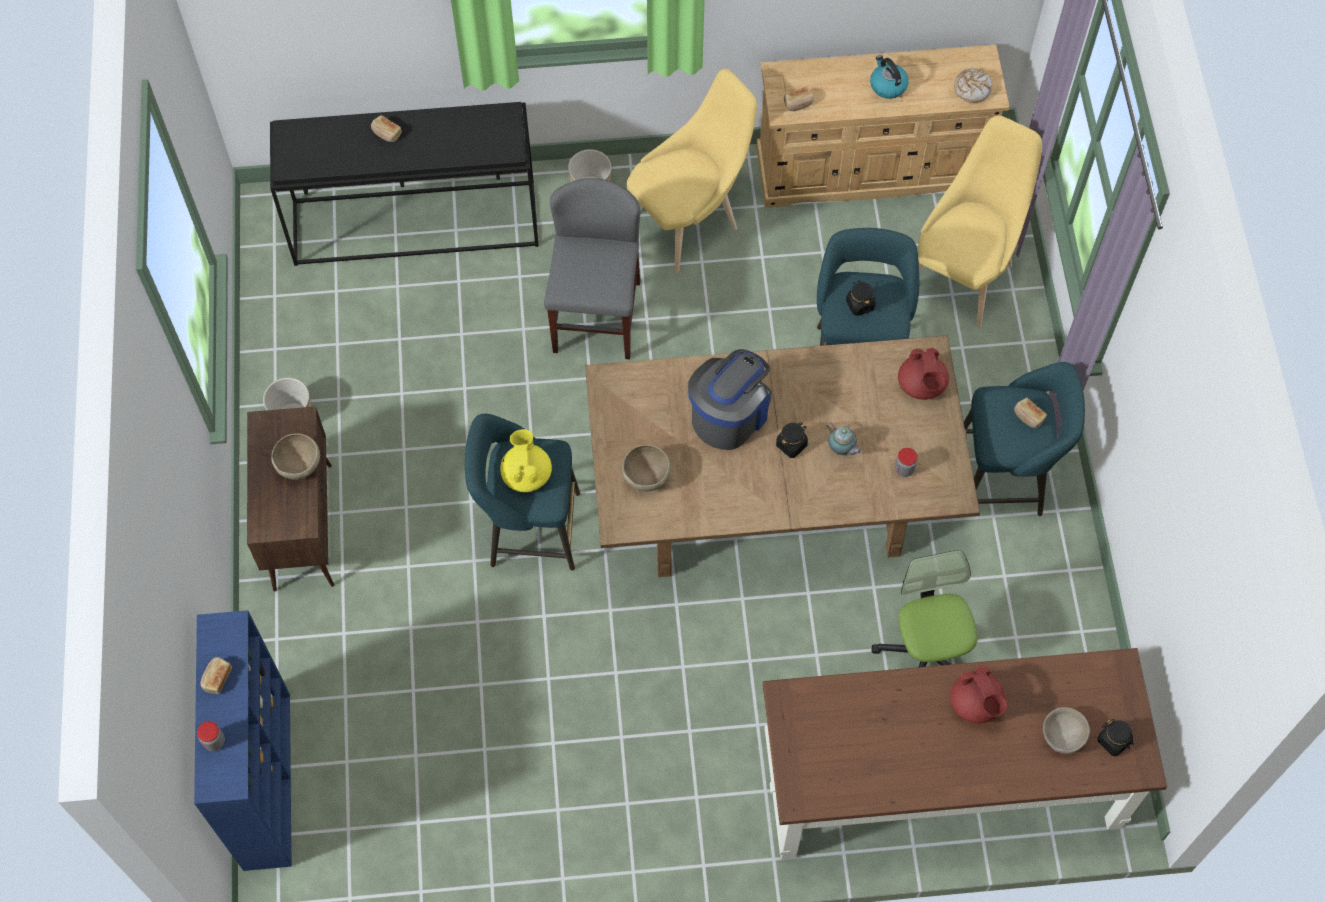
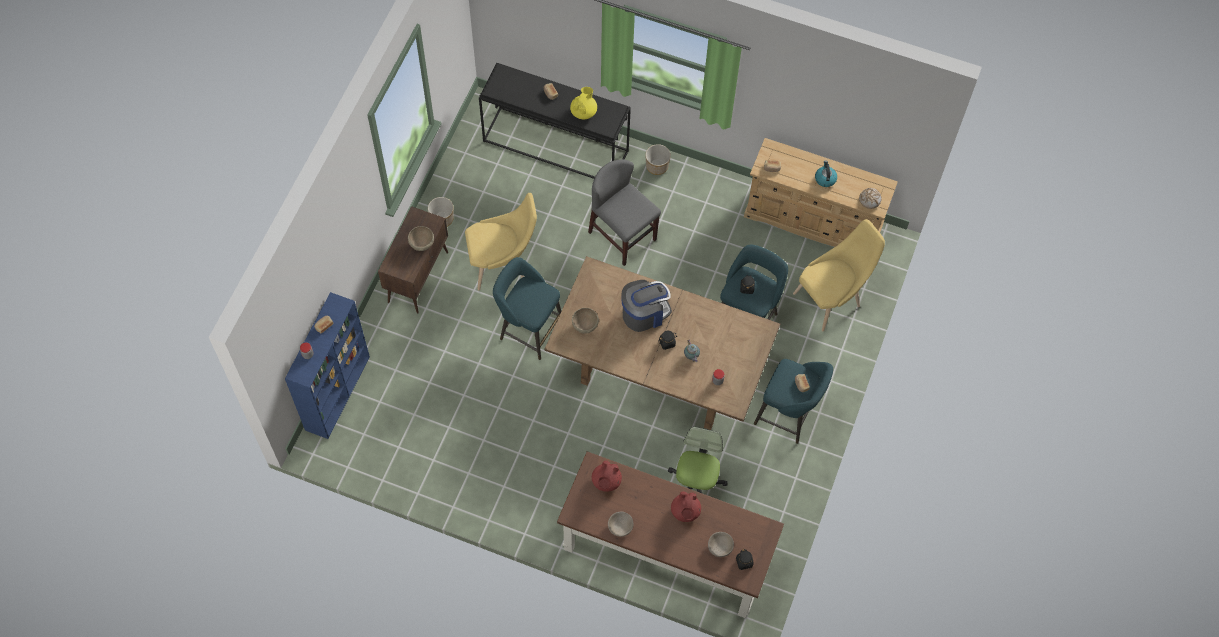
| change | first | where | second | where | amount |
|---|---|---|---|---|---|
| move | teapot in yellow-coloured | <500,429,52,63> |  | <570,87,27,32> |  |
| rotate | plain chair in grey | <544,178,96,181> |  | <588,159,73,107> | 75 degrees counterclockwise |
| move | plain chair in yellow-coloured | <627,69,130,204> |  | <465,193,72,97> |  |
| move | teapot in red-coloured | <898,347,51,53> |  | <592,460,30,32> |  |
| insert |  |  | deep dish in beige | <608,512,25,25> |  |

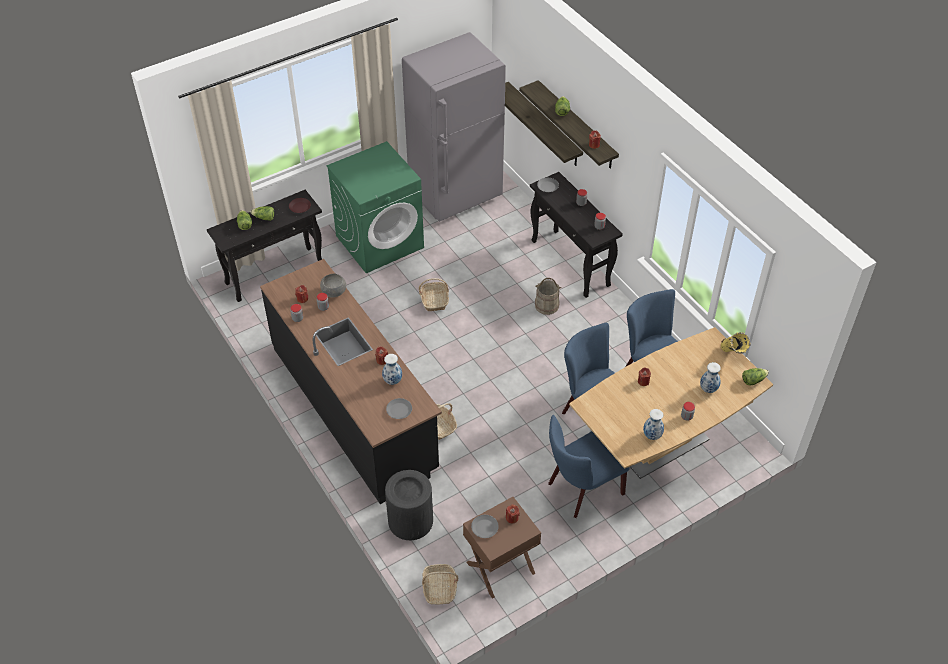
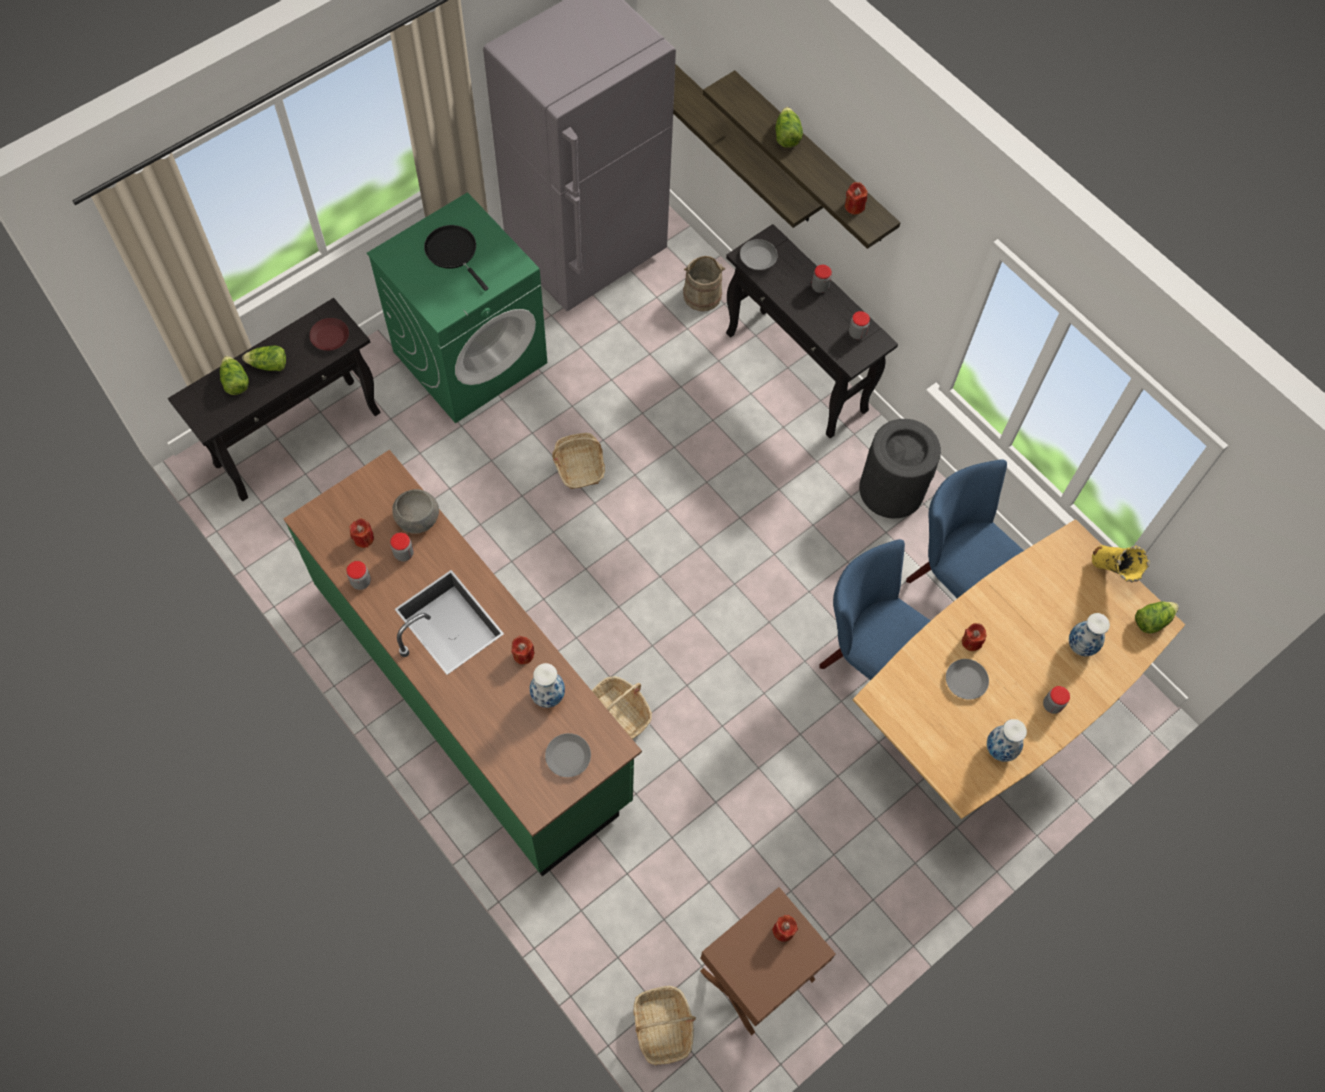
| change | first | where | second | where | amount |
|---|---|---|---|---|---|
| recolor | kitchen base unit in black | <260,259,182,245> | kitchen base unit in green | <284,450,358,426> |  |
| move | waste bin in black | <385,470,48,70> |  | <859,419,82,100> |  |
| move | dinner plate in grey | <471,515,28,23> |  | <946,659,43,41> |  |
| move | bucket in beige | <535,278,26,37> |  | <683,256,43,55> |  |
| delete | plain chair in blue-coloured | <548,415,82,103> |  |  |  |
| insert |  |  | frying pan in black | <424,225,65,66> |  |

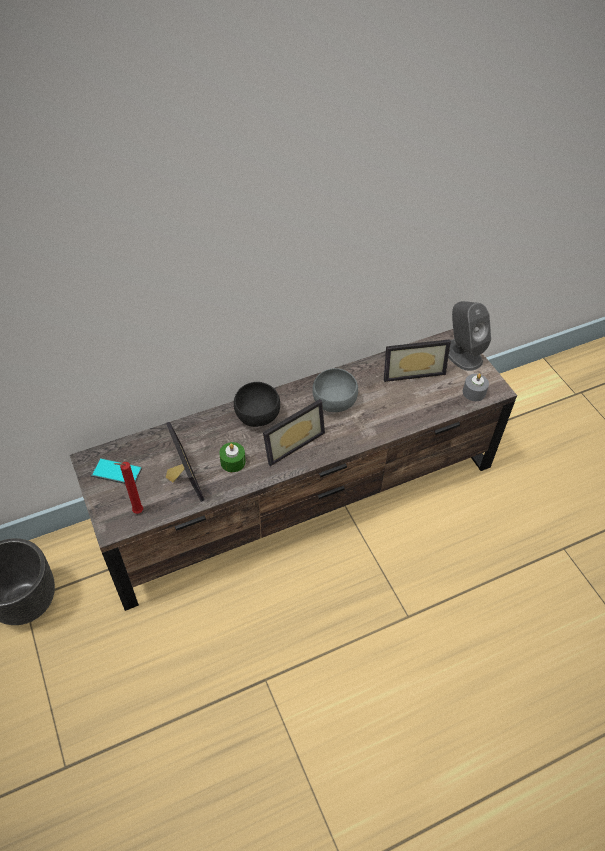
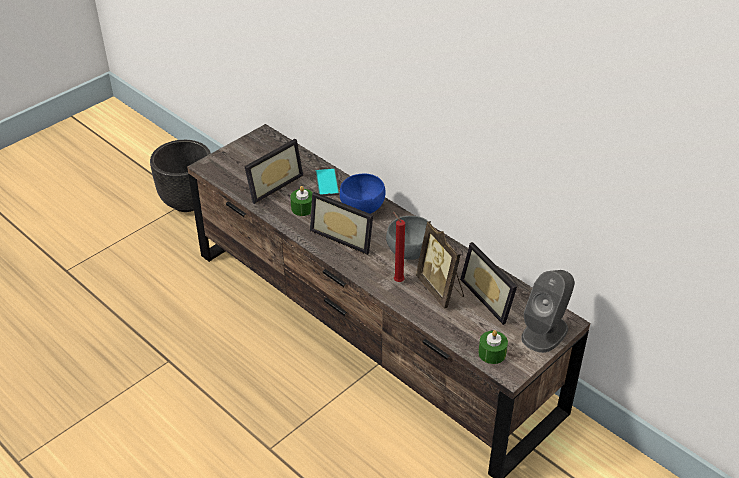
| change | first | where | second | where | amount |
|---|---|---|---|---|---|
| move | telephone | <91,458,51,26> |  | <315,168,24,28> |  |
| move | wax candle in red-coloured | <114,462,29,52> |  | <393,212,12,70> |  |
| recolor | deep dish in black | <234,382,46,45> | deep dish in blue-coloured | <340,174,46,40> |  |
| recolor | wax candle in grey | <463,373,26,28> | wax candle in green | <478,330,30,34> |  |
| insert |  |  | standing frame | <416,221,48,88> |  |

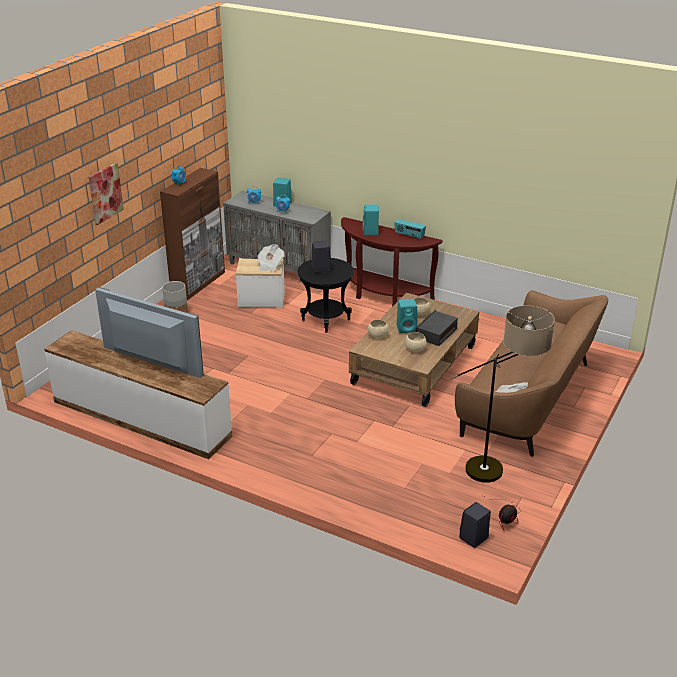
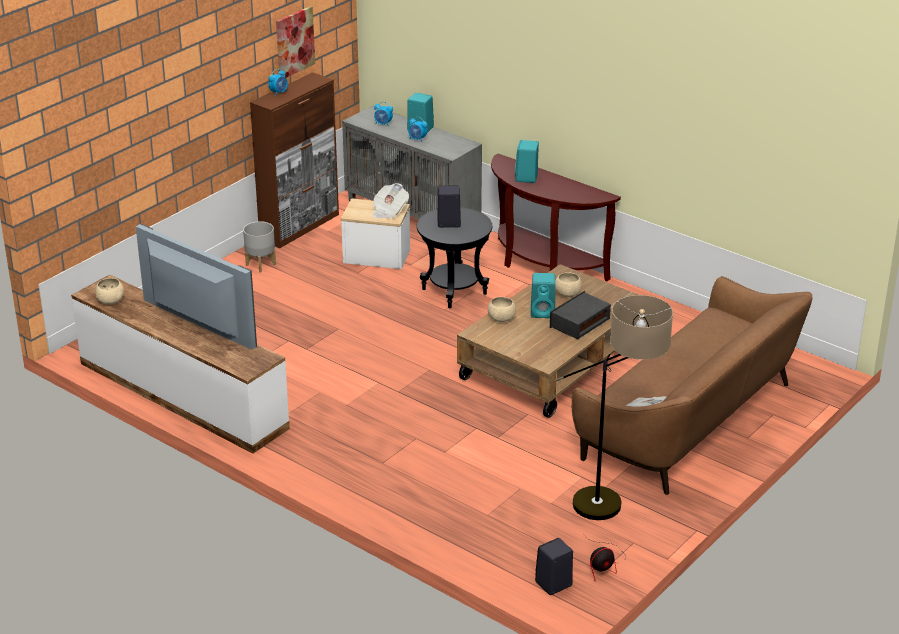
| change | first | where | second | where | amount |
|---|---|---|---|---|---|
| move | picture | <89,163,35,62> |  | <276,6,39,72> |  |
| delete | radio receiver | <394,219,32,21> |  |  |  |
| move | deep dish in beige | <405,332,22,20> |  | <95,278,29,27> |  |

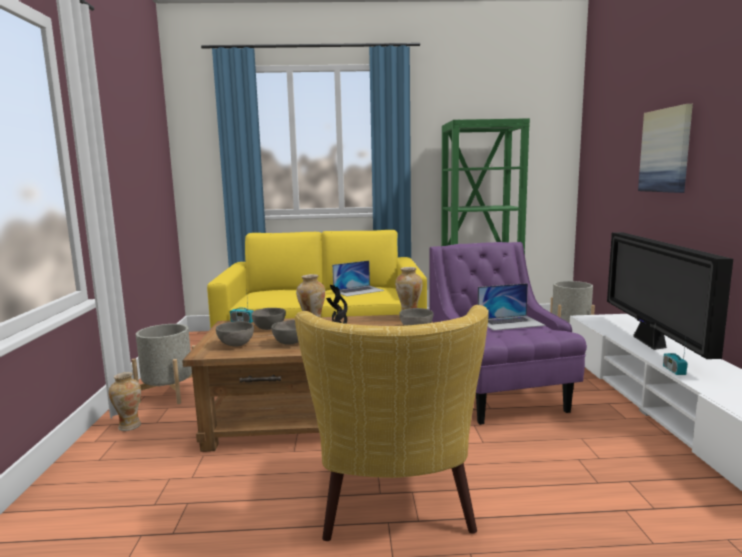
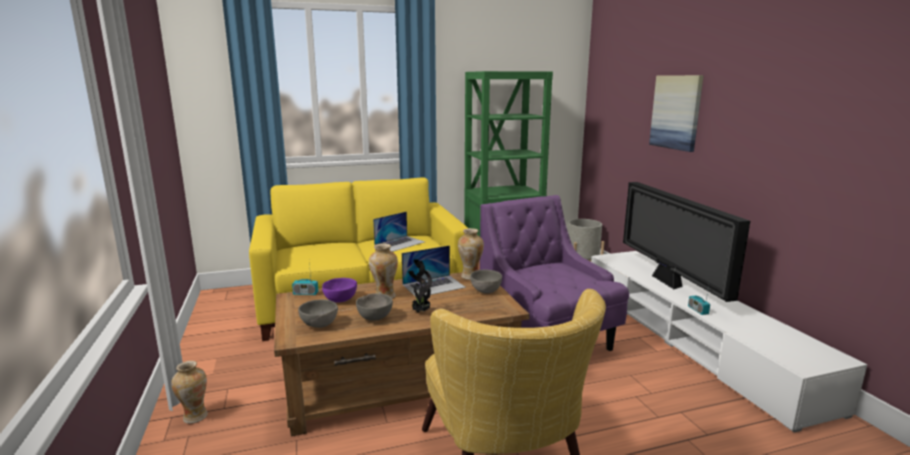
| change | first | where | second | where | amount |
|---|---|---|---|---|---|
| delete | plant pot in grey | <132,324,64,80> |  |  |  |
| recolor | deep dish in grey | <251,308,35,22> | deep dish in purple | <322,278,35,24> |  |
| move | notebook computer | <478,283,68,48> |  | <402,245,64,51> |  |

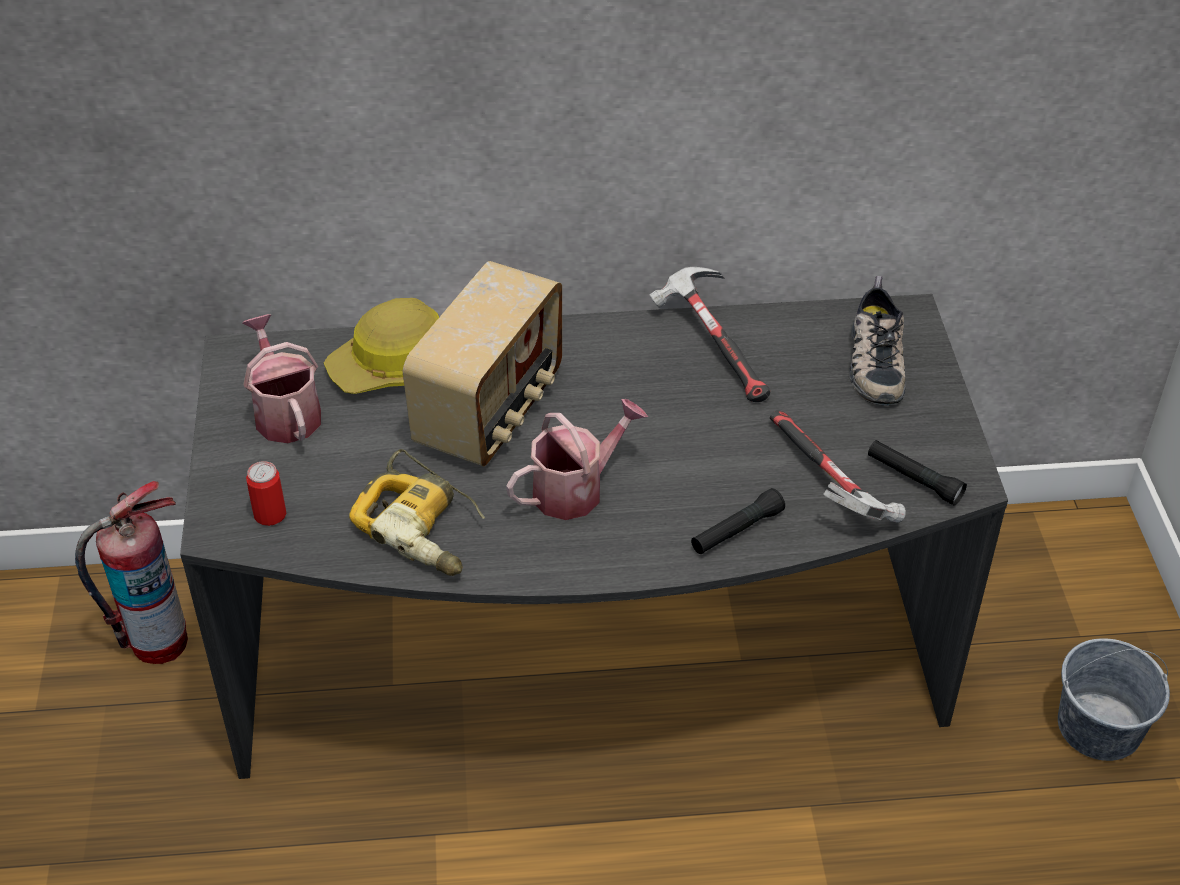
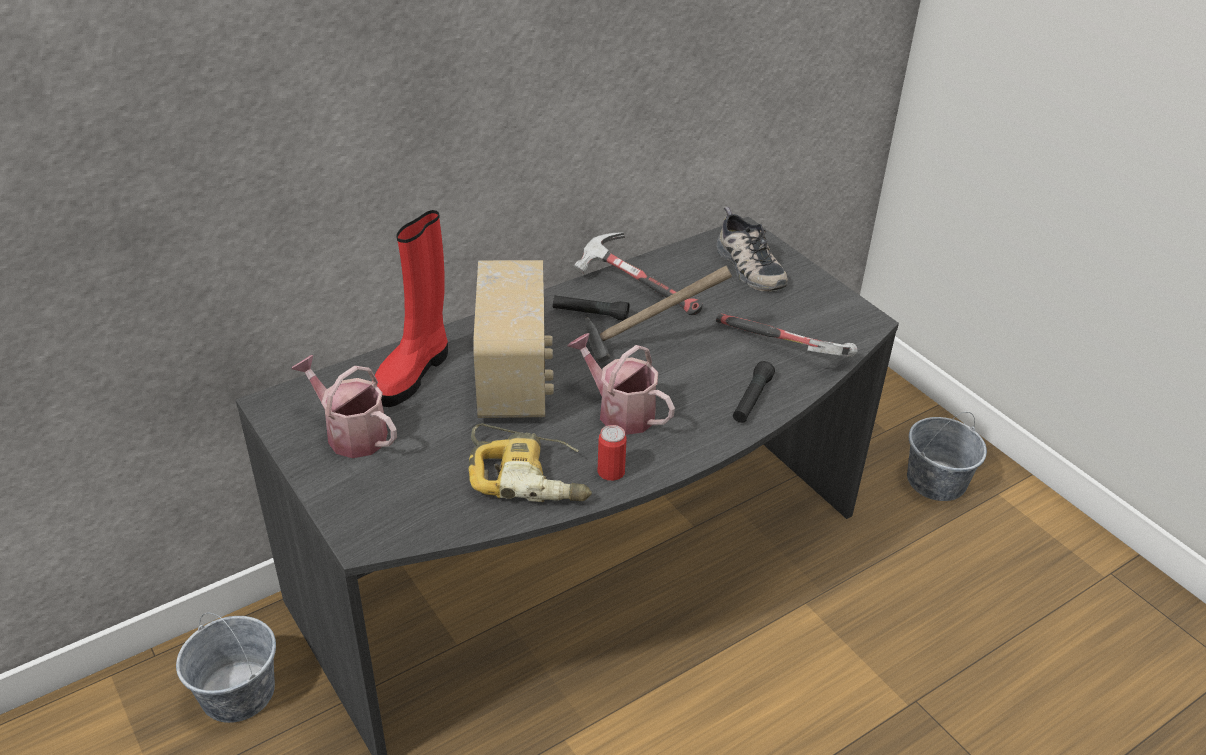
| change | first | where | second | where | amount |
|---|---|---|---|---|---|
| replace | fire-fighting cylinder | <75,481,113,183> | bucket in grey | <176,612,100,111> |  |
| move | metal can | <246,461,40,65> |  | <597,425,30,56> |  |
| replace | hard hat | <324,298,115,96> | high-top boot in red-coloured | <372,210,76,197> |  |
| rotate | watering pot | <506,399,142,121> |  | <567,333,108,102> | 75 degrees counterclockwise |
| move | torch in black | <868,440,99,66> |  | <553,295,76,25> |  |
| insert |  |  | hammer | <585,266,147,97> |  |

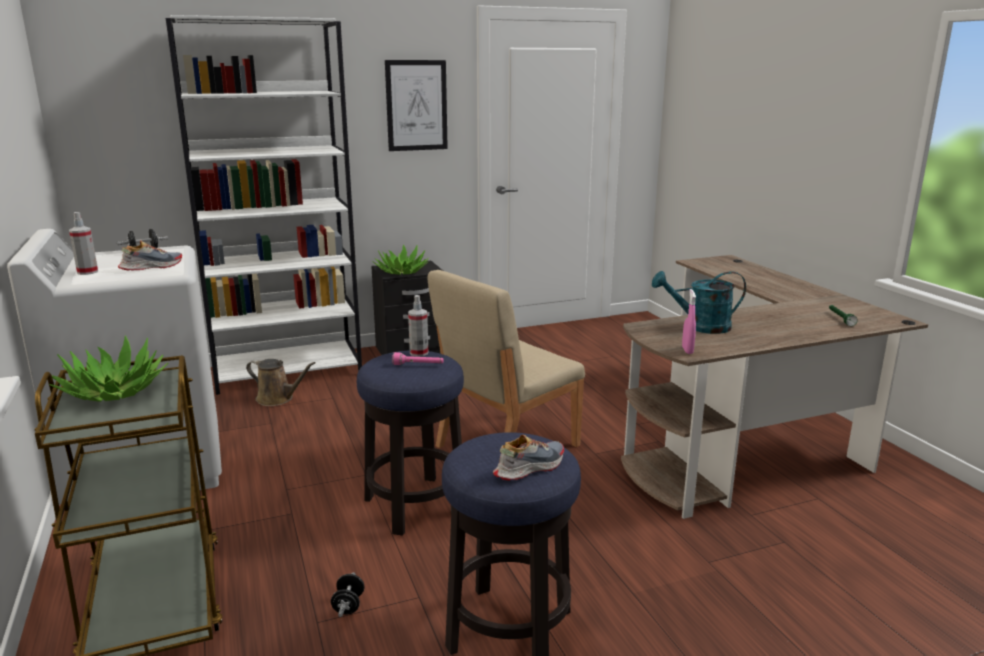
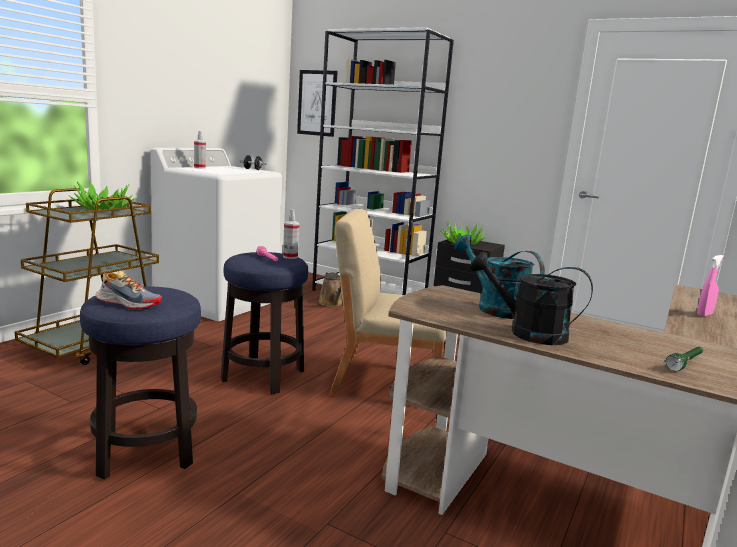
| change | first | where | second | where | amount |
|---|---|---|---|---|---|
| delete | shoe | <118,240,64,31> |  |  |  |
| delete | dumbbell in black | <331,573,33,44> |  |  |  |
| move | picture | <385,60,63,91> |  | <297,70,41,67> |  |
| move | sprayer in pink | <682,289,14,65> |  | <697,255,27,61> |  |
| insert |  |  | watering pot in black | <470,252,123,93> |  |

